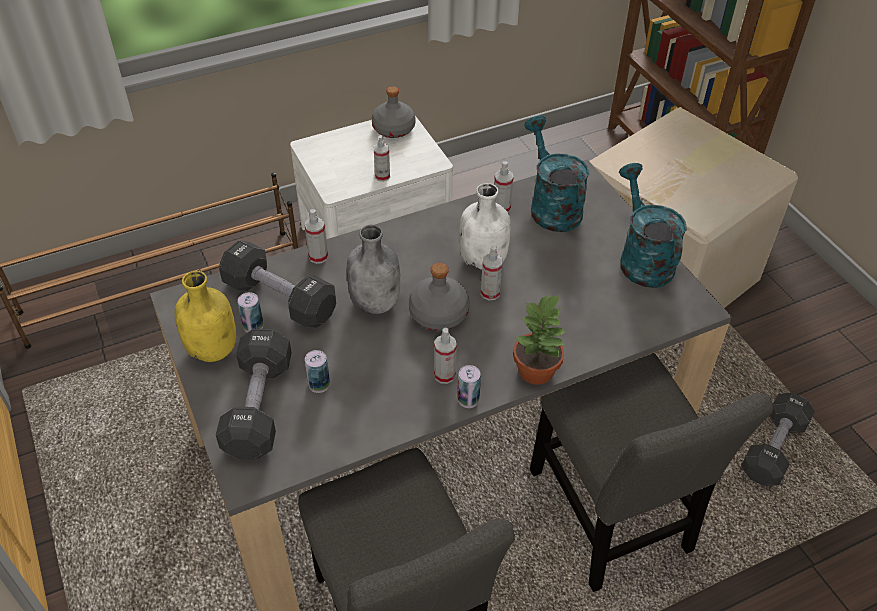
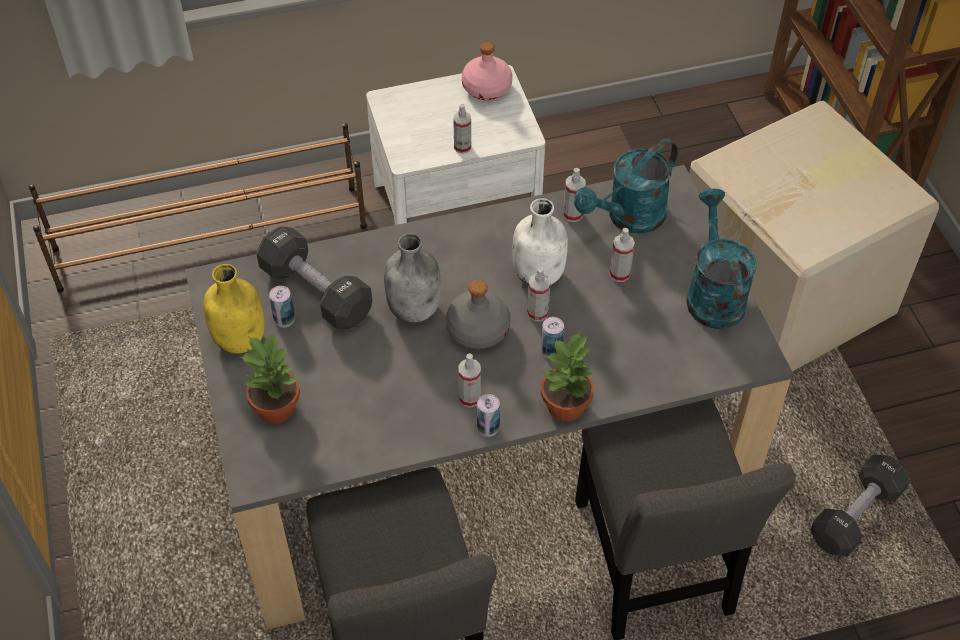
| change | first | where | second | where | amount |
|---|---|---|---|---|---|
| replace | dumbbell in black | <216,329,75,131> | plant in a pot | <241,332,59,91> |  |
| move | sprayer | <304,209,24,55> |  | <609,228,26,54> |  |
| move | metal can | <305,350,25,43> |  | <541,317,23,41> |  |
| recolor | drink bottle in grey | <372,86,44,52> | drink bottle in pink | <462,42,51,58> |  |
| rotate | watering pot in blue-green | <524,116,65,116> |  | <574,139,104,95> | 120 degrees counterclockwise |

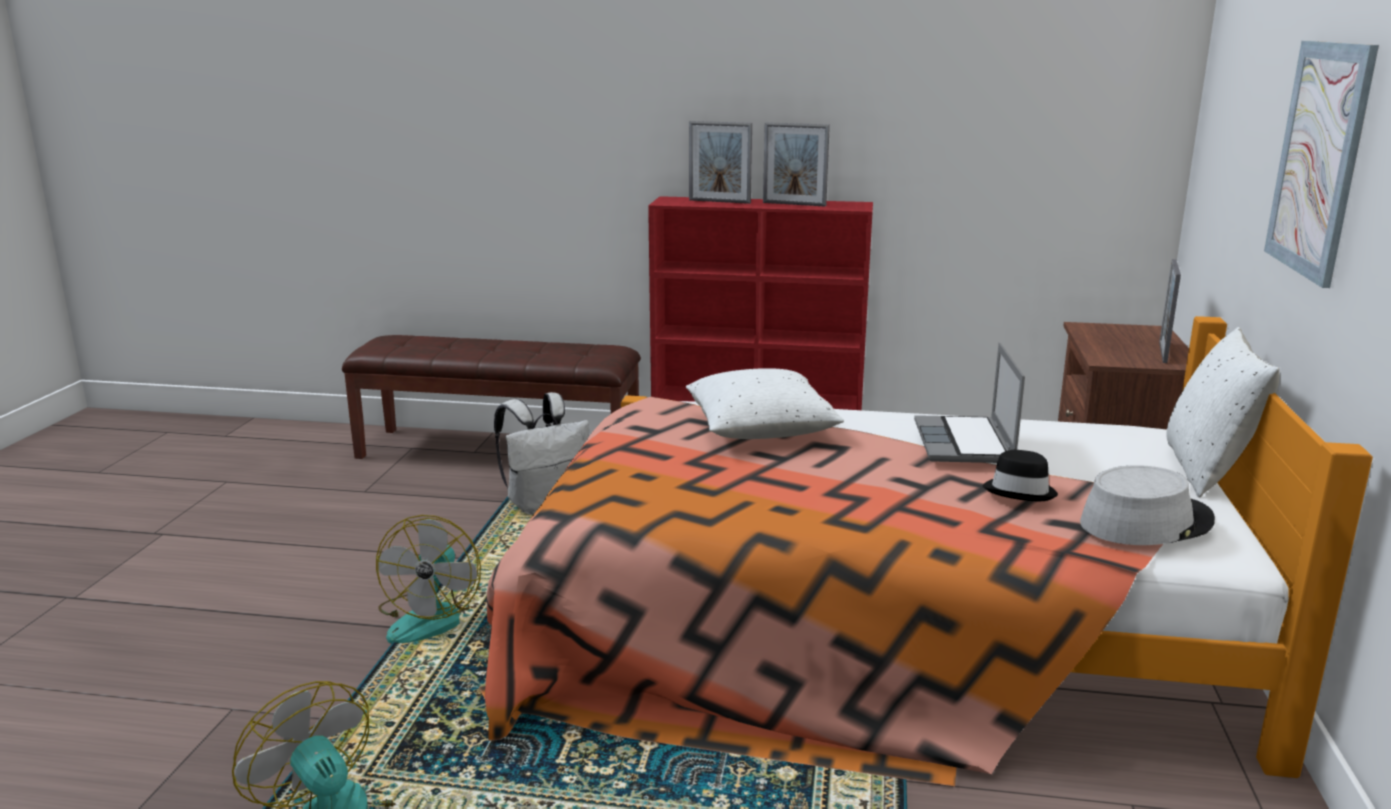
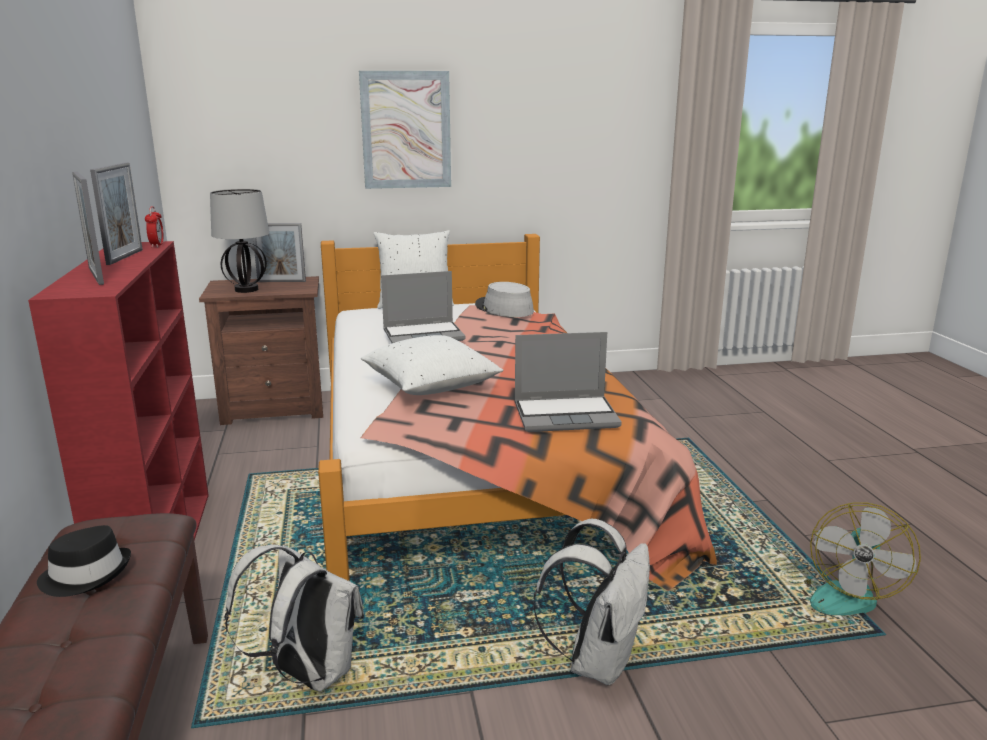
| change | first | where | second | where | amount |
|---|---|---|---|---|---|
| replace | electric fan | <376,515,105,129> | rucksack in white-coloured | <533,519,117,166> |  |
| rotate | standing frame | <689,121,63,83> |  | <72,171,32,114> | 150 degrees clockwise |
| move | hat in black | <982,450,76,51> |  | <37,525,94,72> |  |
| insert |  |  | alarm clock | <145,206,18,41> |  |
| insert |  |  | tabletop lamp | <210,189,59,104> |  |
| insert |  |  | notebook computer | <515,332,107,100> |  |

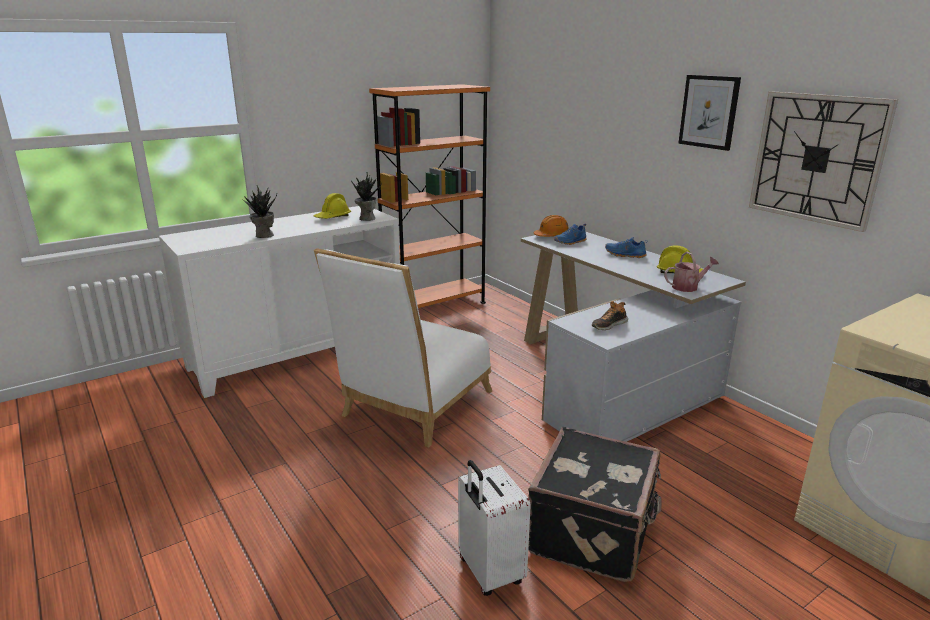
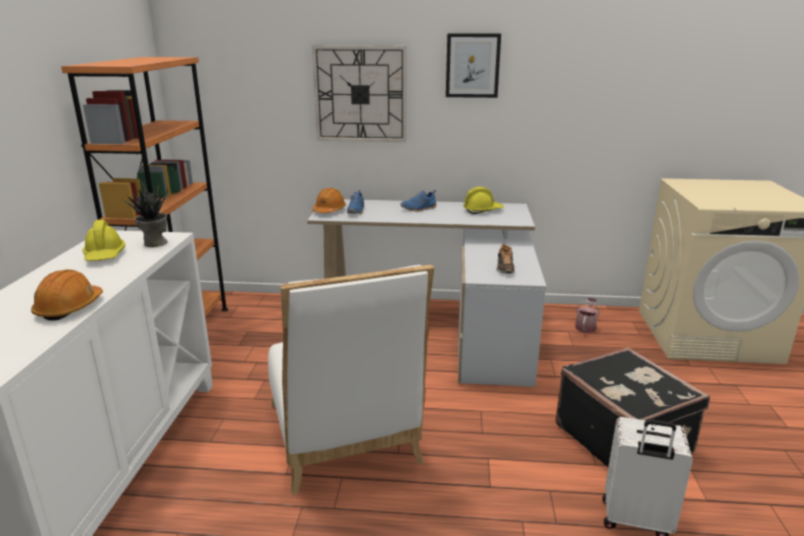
| change | first | where | second | where | amount |
|---|---|---|---|---|---|
| replace | plant in a pot | <242,185,35,53> | hard hat in orange-coloured | <31,270,72,50> |  |
| move | watering pot | <664,252,55,40> |  | <575,298,25,35> |  |
| move | hanging clock | <749,91,149,141> |  | <312,45,95,97> |  |

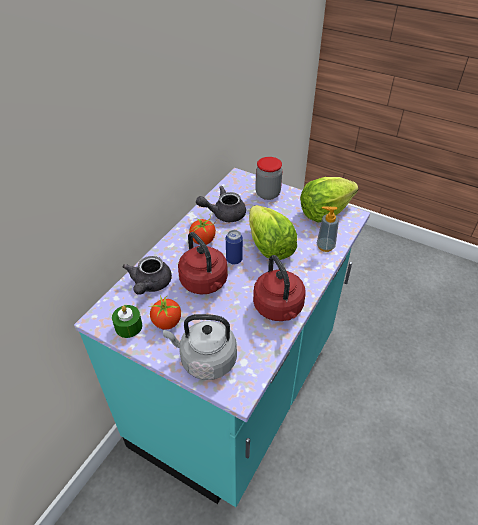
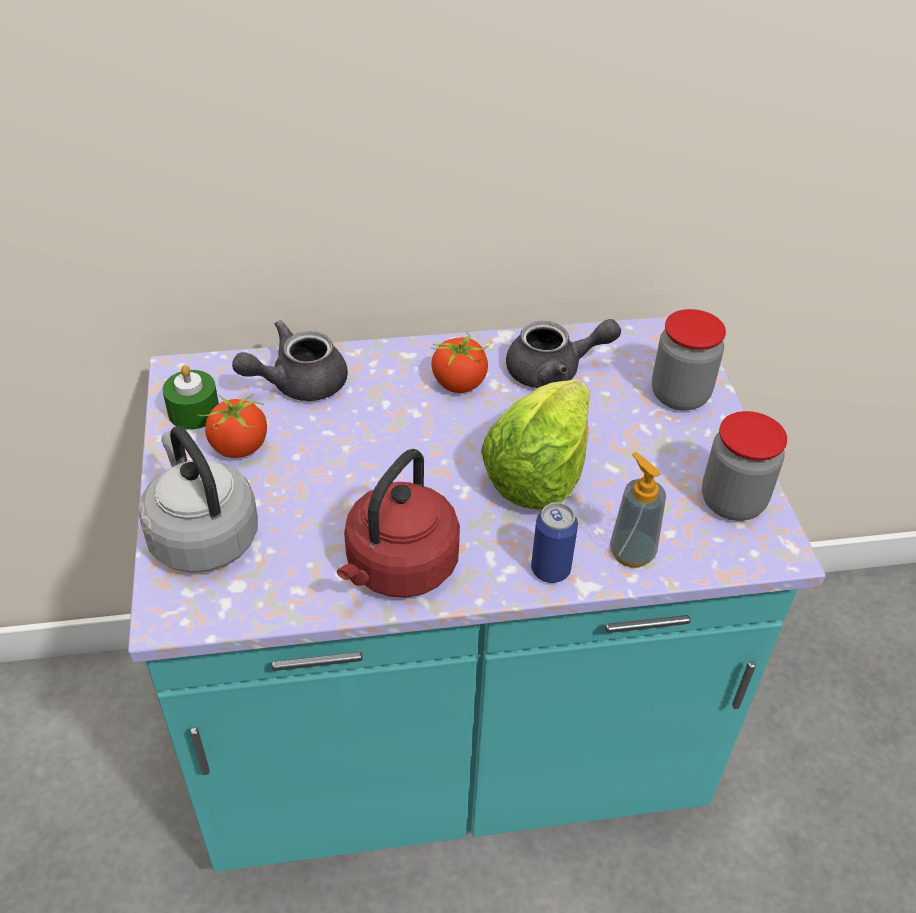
| change | first | where | second | where | amount |
|---|---|---|---|---|---|
| delete | tea kettle in red-coloured | <178,232,50,63> |  |  |  |
| rotate | teapot in grey | <196,186,50,36> |  | <506,319,115,69> | 135 degrees clockwise |
| move | metal can | <226,230,17,35> |  | <531,502,47,81> |  |
| replace | head of lettuce | <300,177,58,46> | jar | <702,411,85,110> |  |

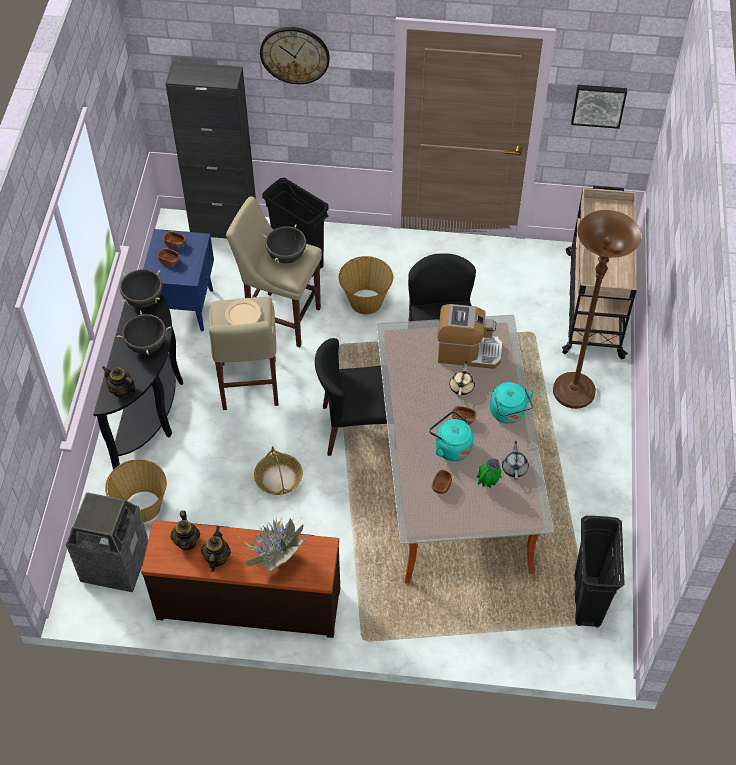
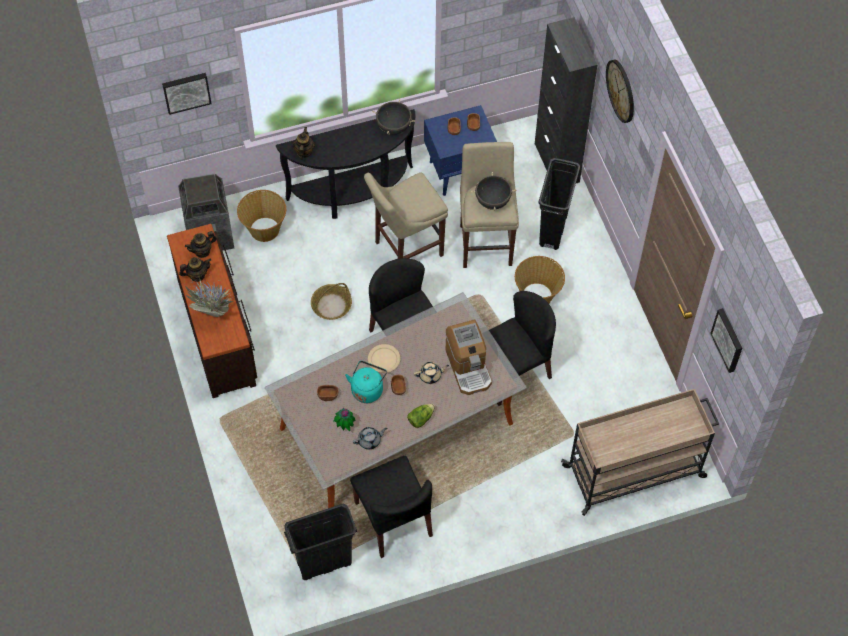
| change | first | where | second | where | amount |
|---|---|---|---|---|---|
| delete | saucepot in black | <117,311,54,44> |  |  |  |
| move | dinner plate in beige | <225,299,36,26> |  | <368,344,33,29> |  |
| replace | tea kettle in blue-green | <490,382,44,42> | head of lettuce | <407,404,28,24> |  |
| delete | floor lamp in brownish | <553,210,88,199> |  |  |  |
| insert |  |  | picture | <162,73,49,42> |  |
| insert |  |  | plain chair in black | <350,456,83,102> |  |

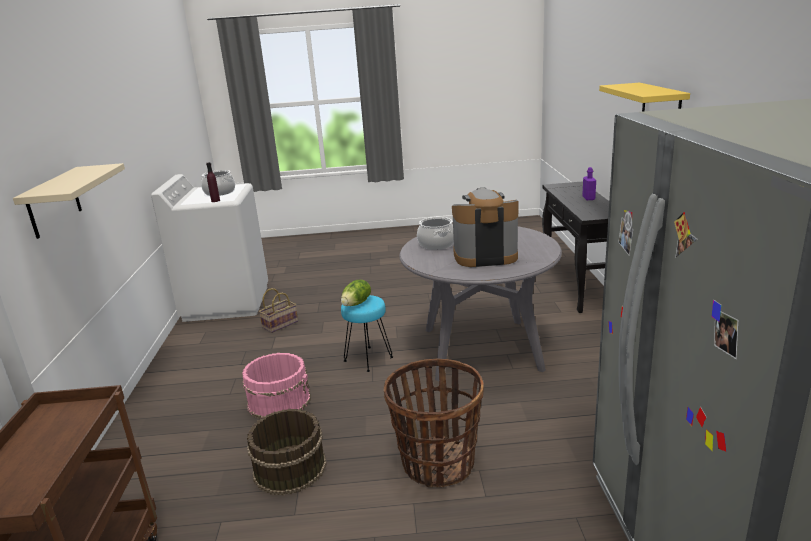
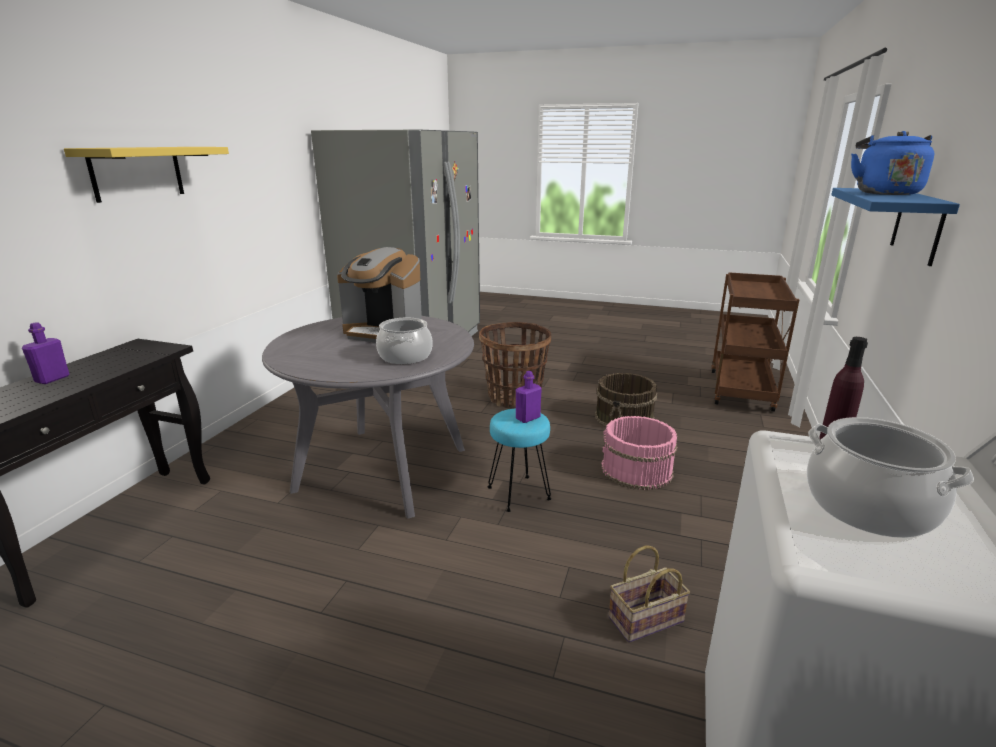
| change | first | where | second | where | amount |
|---|---|---|---|---|---|
| recolor | wall shelf in beige | <13,163,112,76> | wall shelf in blue-coloured | <831,188,129,78> |  |
| replace | head of lettuce | <341,280,30,26> | drink bottle in purple | <516,371,26,52> |  |
| insert |  |  | tea kettle in blue-coloured | <851,131,83,64> |  |

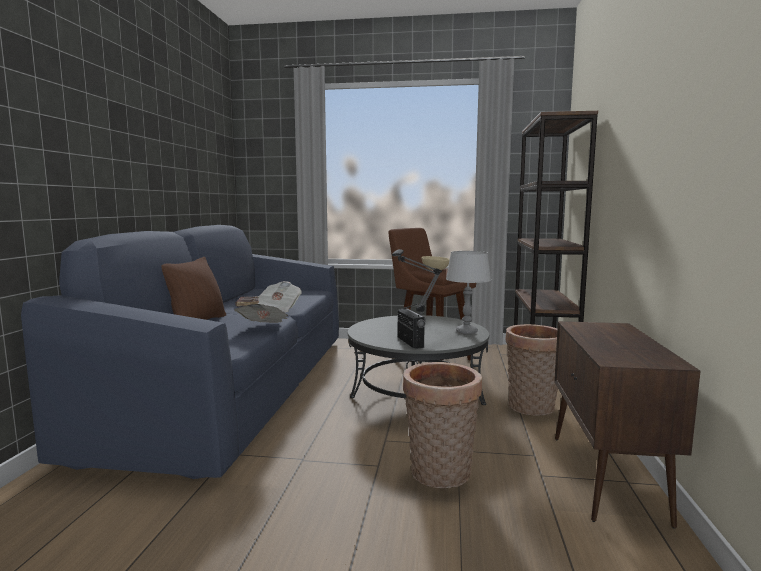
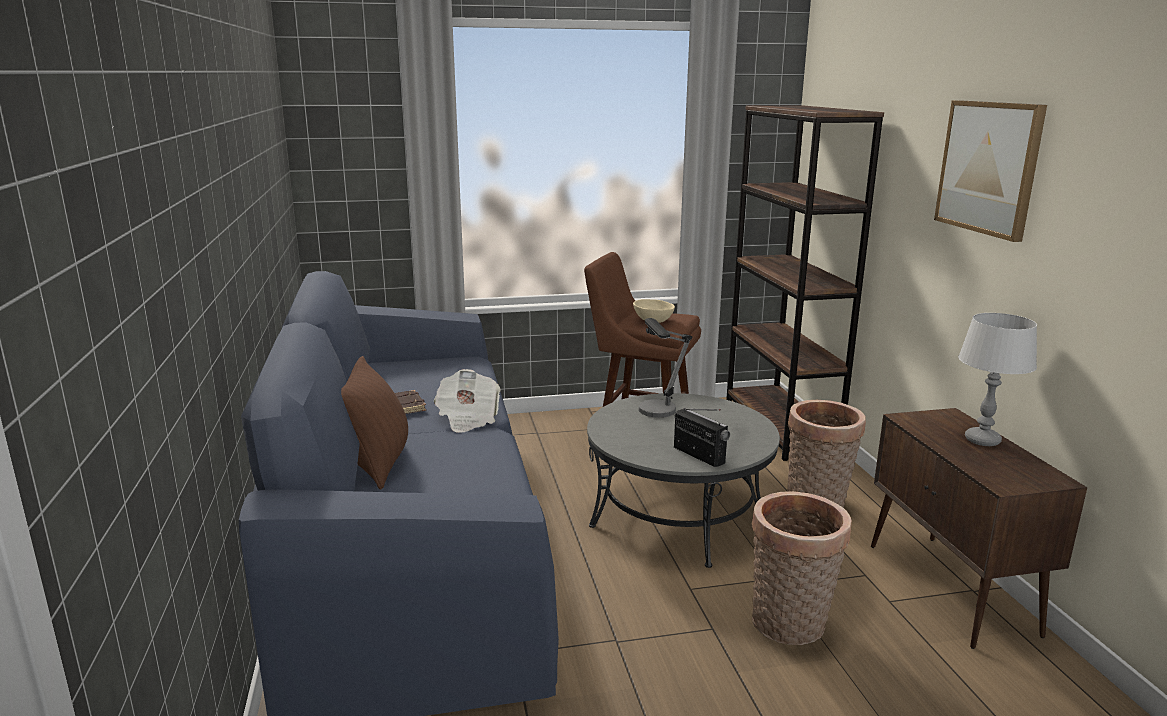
| change | first | where | second | where | amount |
|---|---|---|---|---|---|
| delete | daily paper | <234,304,54,19> |  |  |  |
| move | tabletop lamp in grey | <446,251,45,84> |  | <958,313,79,133> |  |
| insert |  |  | picture | <934,100,113,142> |  |

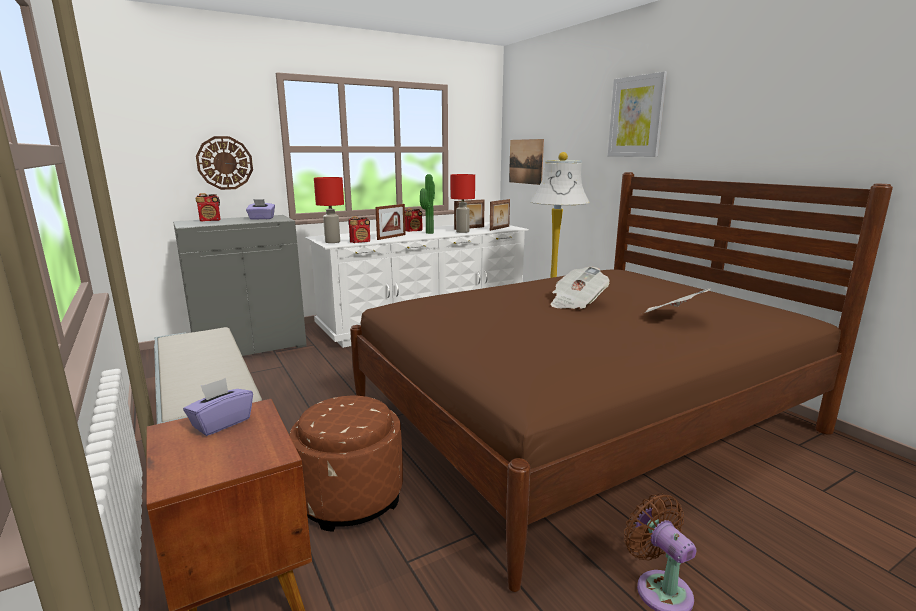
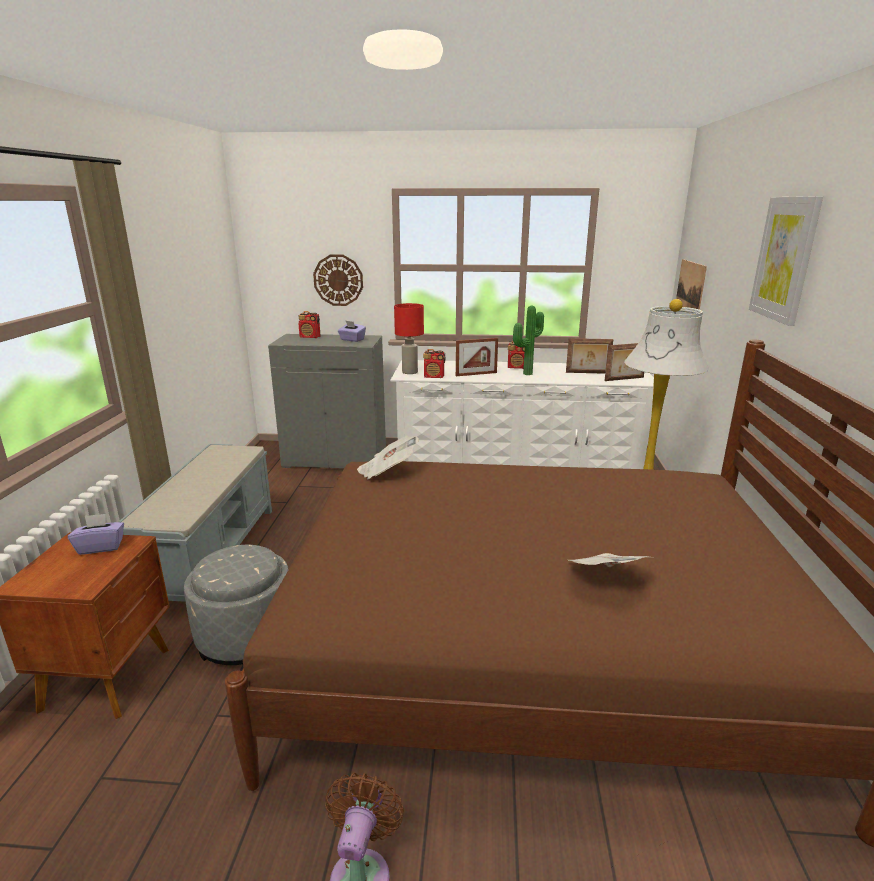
| change | first | where | second | where | amount |
|---|---|---|---|---|---|
| recolor | pouffe in brownish | <289,396,114,136> | pouffe in grey | <184,545,105,120> |  |
| delete | tabletop lamp in red-coloured | <451,174,24,59> |  |  |  |
| move | daily paper | <551,267,59,42> |  | <357,436,62,43> |  |

